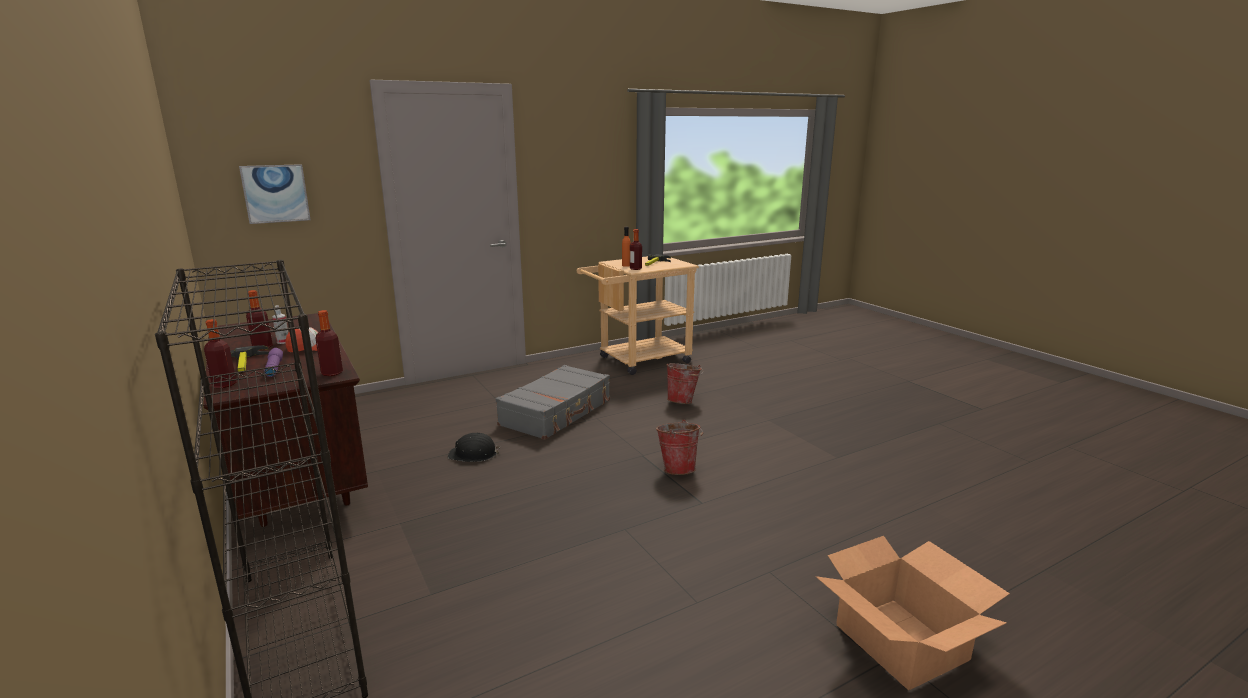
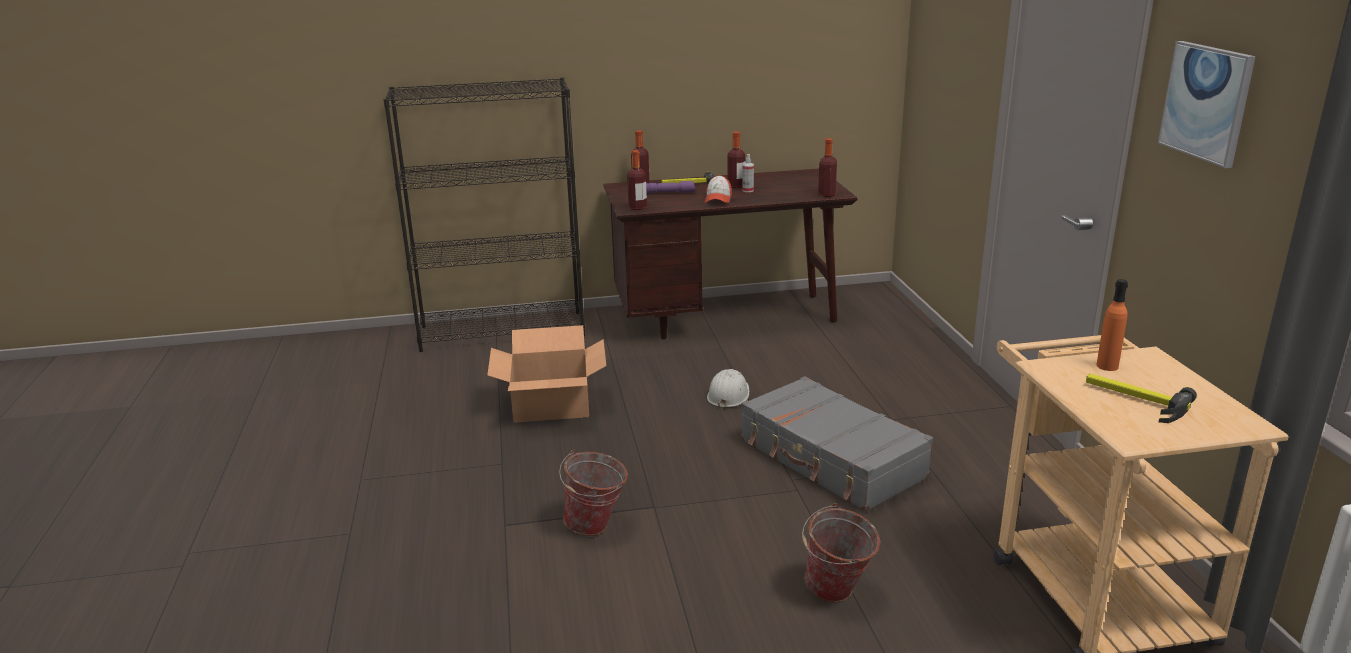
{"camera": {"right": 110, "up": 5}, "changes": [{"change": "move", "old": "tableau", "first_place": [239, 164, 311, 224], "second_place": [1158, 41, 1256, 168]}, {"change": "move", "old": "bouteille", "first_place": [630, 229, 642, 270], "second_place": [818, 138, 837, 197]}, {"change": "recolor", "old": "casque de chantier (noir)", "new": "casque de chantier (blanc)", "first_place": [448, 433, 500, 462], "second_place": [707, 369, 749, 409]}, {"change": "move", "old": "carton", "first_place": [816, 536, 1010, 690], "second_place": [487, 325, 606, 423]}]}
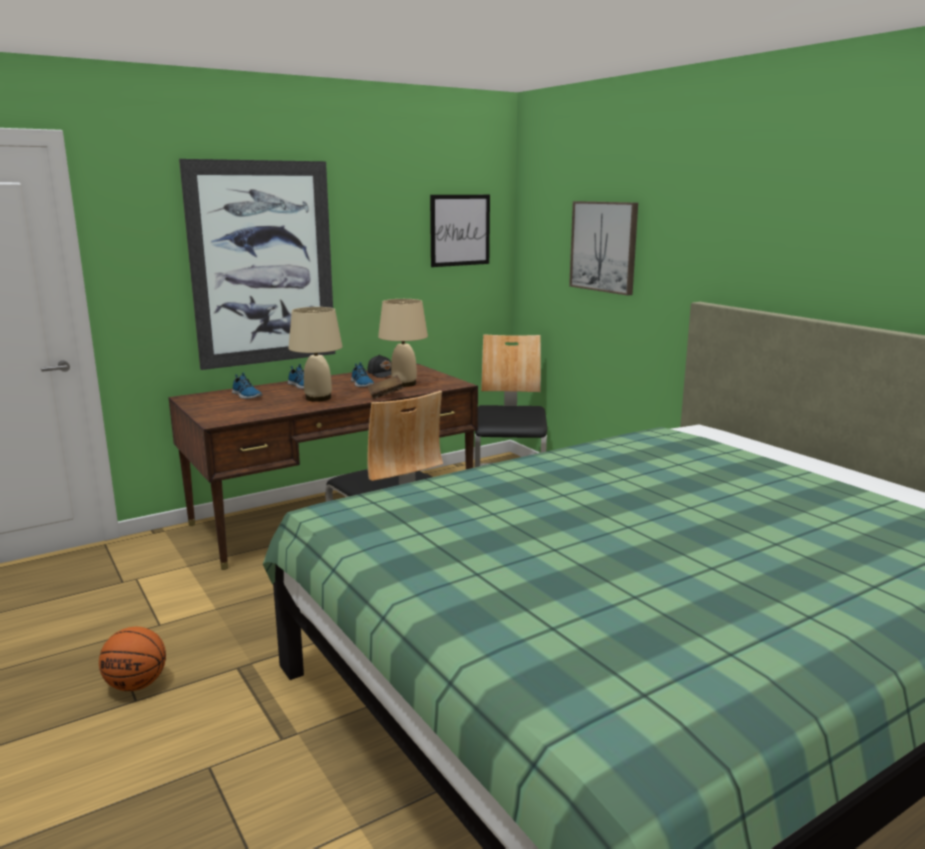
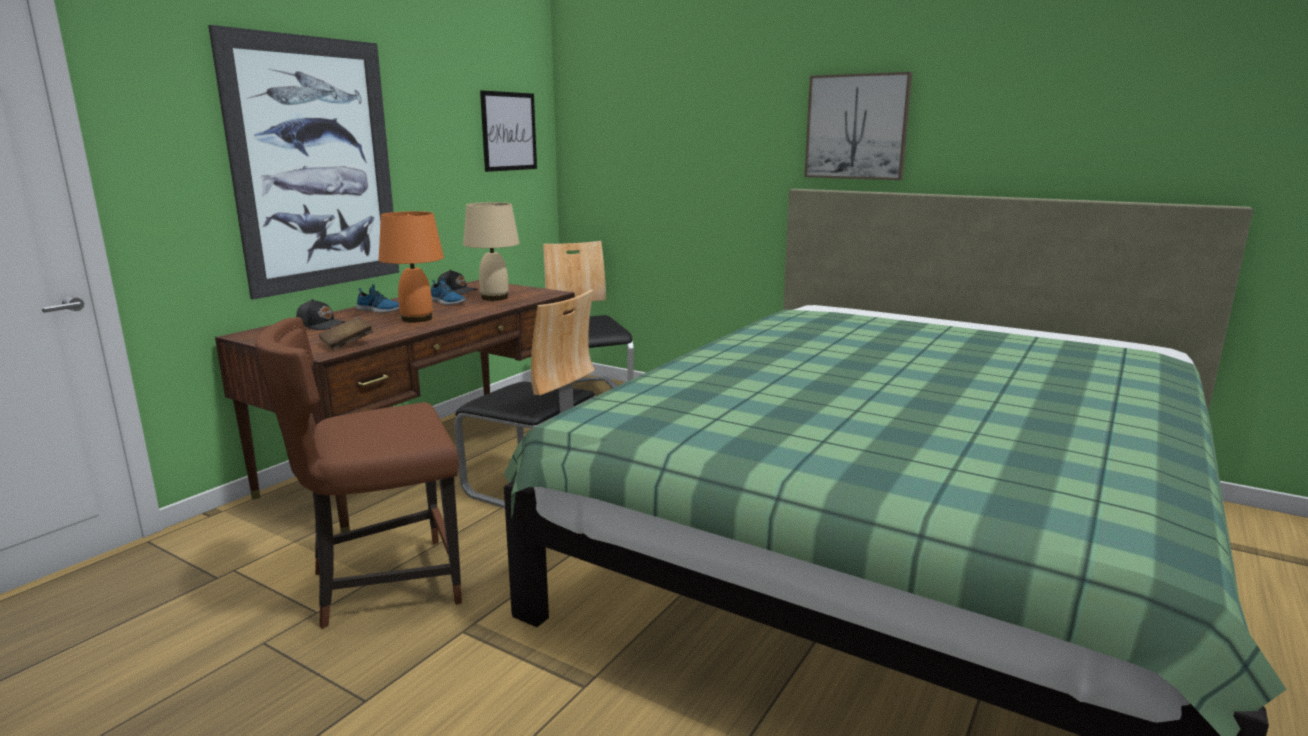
{"camera": {"right": -25, "up": 0}, "changes": [{"change": "move", "old": "tableau", "first_place": [569, 201, 638, 296], "second_place": [804, 72, 912, 180]}, {"change": "recolor", "old": "lampe de table (beige)", "new": "lampe de table (orange)", "first_place": [288, 307, 343, 402], "second_place": [379, 211, 444, 322]}, {"change": "replace", "old": "chaussure", "new": "casquette (noir)", "first_place": [232, 372, 263, 399], "second_place": [296, 299, 346, 330]}, {"change": "move", "old": "livre (marron)", "first_place": [367, 375, 404, 399], "second_place": [319, 316, 373, 351]}, {"change": "delete", "old": "ballon de basket", "first_place": [99, 627, 166, 691]}, {"change": "insert", "new": "chaise (marron)", "second_place": [255, 317, 462, 629]}]}
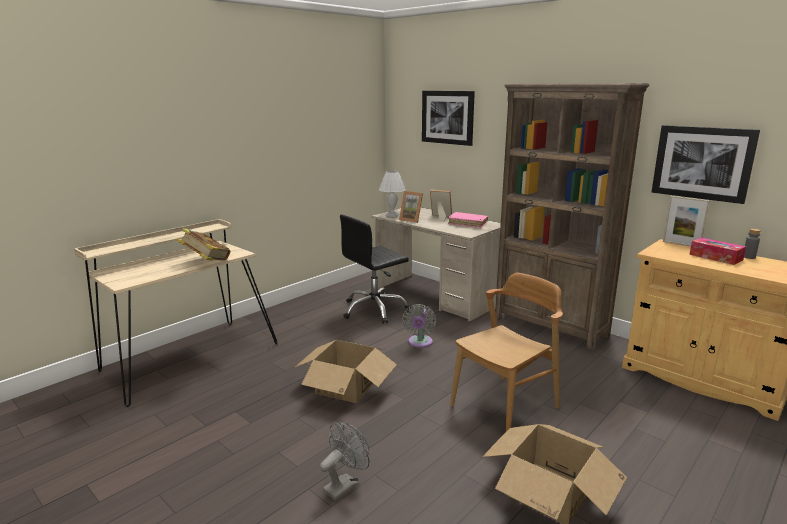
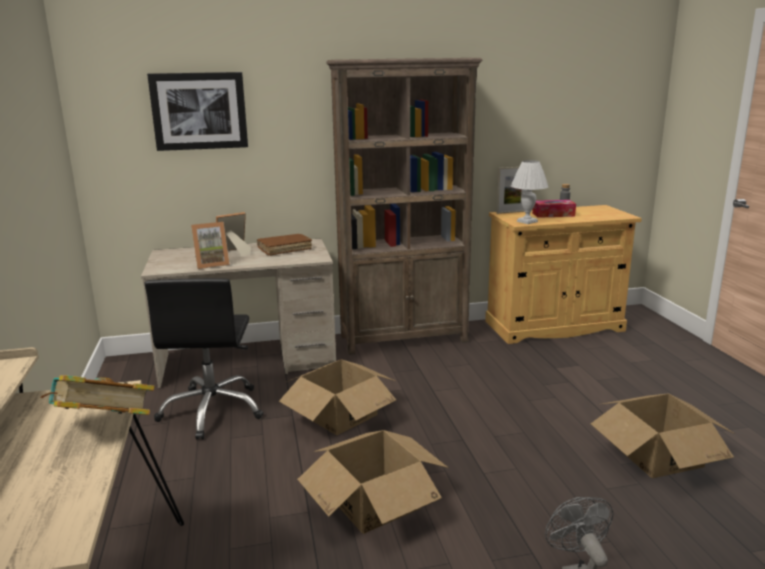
{"camera": {"right": -55, "up": 0}, "changes": [{"change": "delete", "old": "tableau", "first_place": [652, 125, 760, 204]}, {"change": "move", "old": "lampe de table (blanc)", "first_place": [379, 171, 406, 217], "second_place": [511, 160, 549, 224]}, {"change": "recolor", "old": "livre (rose)", "new": "livre (marron)", "first_place": [448, 212, 488, 228], "second_place": [257, 234, 312, 256]}, {"change": "delete", "old": "chaise (marron)", "first_place": [450, 273, 563, 431]}, {"change": "replace", "old": "ventilateur (gris)", "new": "carton", "first_place": [402, 304, 436, 348], "second_place": [279, 360, 396, 435]}]}
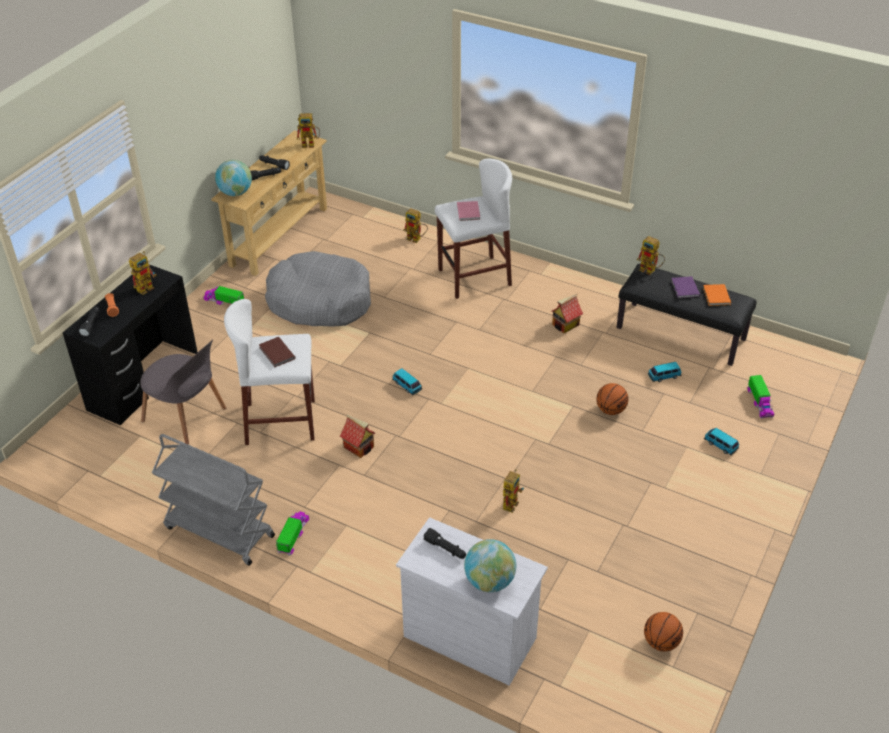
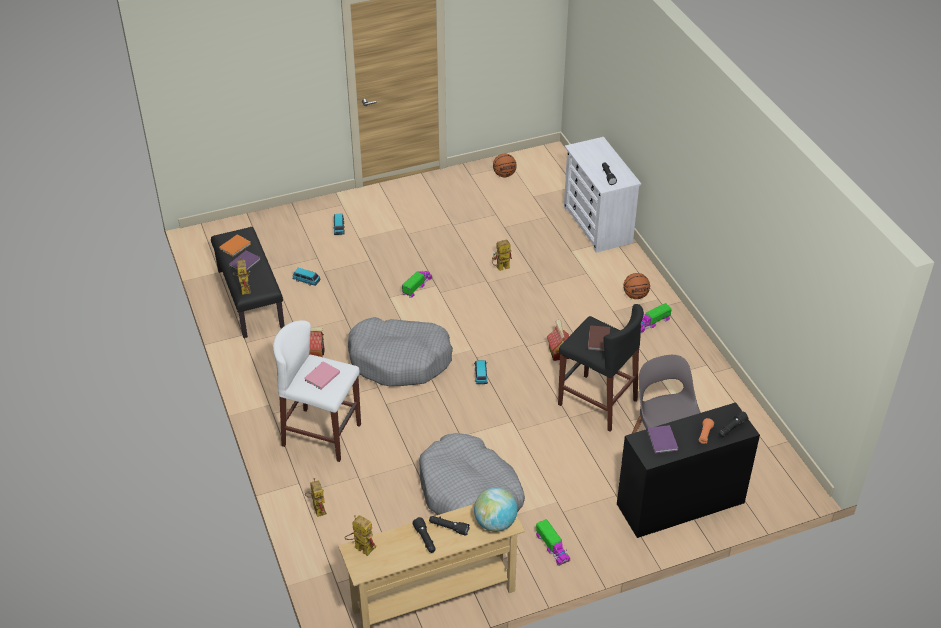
{"camera": {"right": -140, "up": 0}, "changes": [{"change": "replace", "old": "robot jouet", "new": "livre (violet)", "first_place": [129, 251, 157, 295], "second_place": [647, 425, 678, 453]}, {"change": "recolor", "old": "tabouret (blanc)", "new": "tabouret (noir)", "first_place": [224, 299, 315, 445], "second_place": [558, 304, 644, 432]}, {"change": "move", "old": "camion jouet", "first_place": [747, 375, 774, 418], "second_place": [402, 270, 432, 298]}, {"change": "move", "old": "ballon de basket", "first_place": [596, 383, 629, 415], "second_place": [624, 273, 650, 299]}, {"change": "delete", "old": "chariot (gris)", "first_place": [152, 434, 275, 565]}, {"change": "delete", "old": "globe", "first_place": [464, 539, 516, 592]}, {"change": "insert", "new": "panier pour chien (gris)", "second_place": [348, 317, 453, 386]}]}
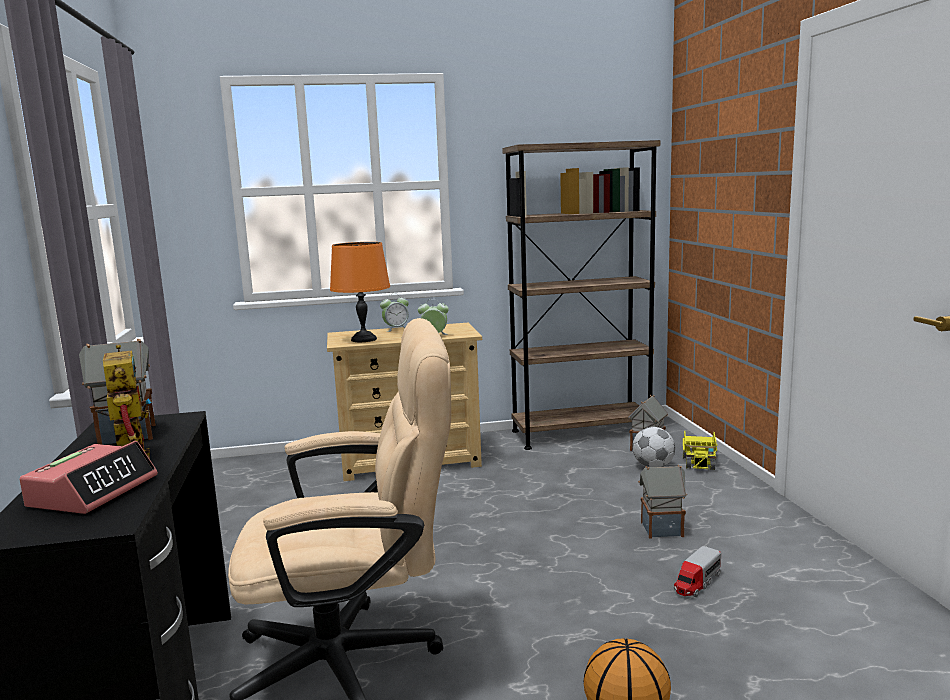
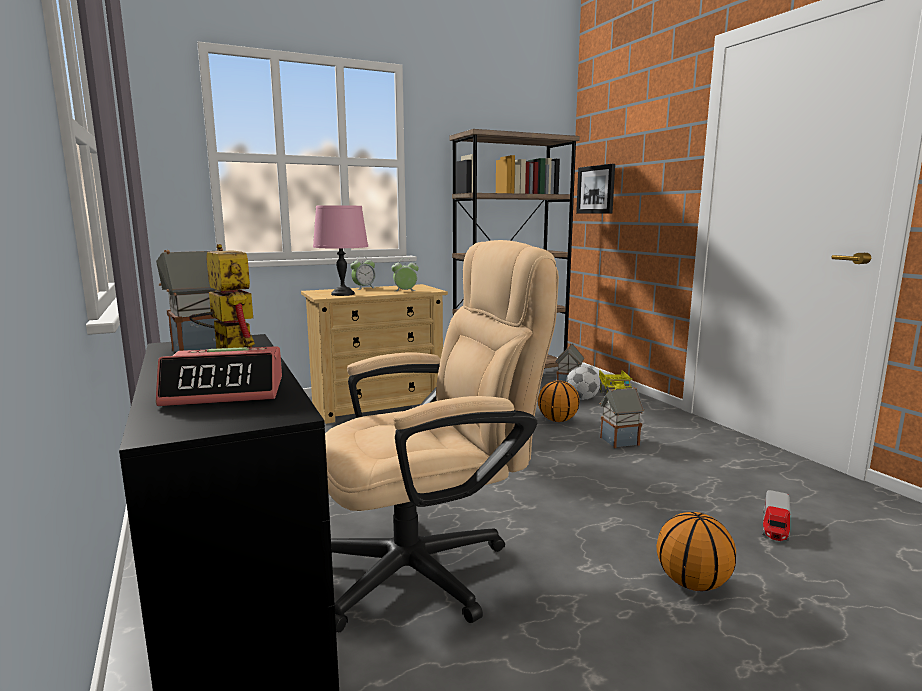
{"camera": {"right": -15, "up": 0}, "changes": [{"change": "recolor", "old": "lampe de table (orange)", "new": "lampe de table (rose)", "first_place": [330, 242, 390, 342], "second_place": [313, 205, 368, 296]}, {"change": "rotate", "old": "réveil", "first_place": [19, 441, 158, 514], "second_place": [156, 346, 282, 406], "degrees": 75}, {"change": "move", "old": "camion jouet", "first_place": [673, 546, 721, 597], "second_place": [763, 490, 790, 541]}, {"change": "insert", "new": "tableau", "second_place": [576, 164, 615, 214]}, {"change": "insert", "new": "ballon de basket", "second_place": [538, 380, 579, 422]}]}
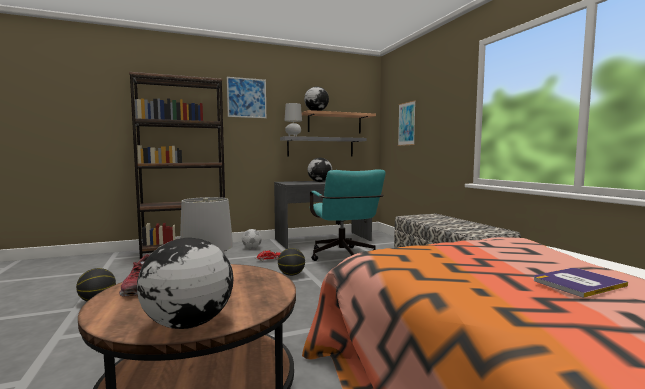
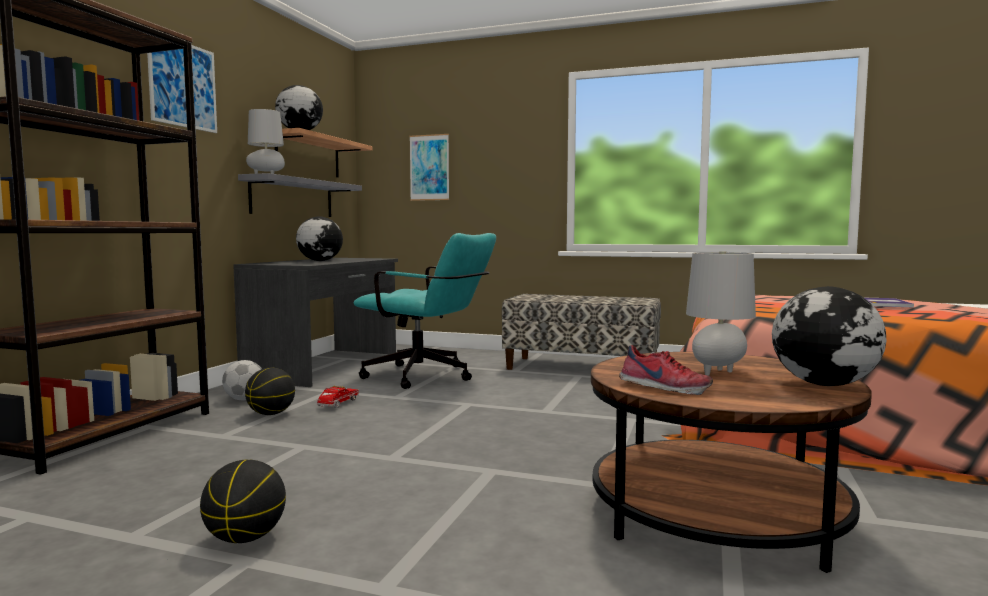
{"camera": {"right": -50, "up": 0}, "changes": [{"change": "move", "old": "ballon de basket", "first_place": [278, 248, 305, 276], "second_place": [245, 368, 295, 415]}]}
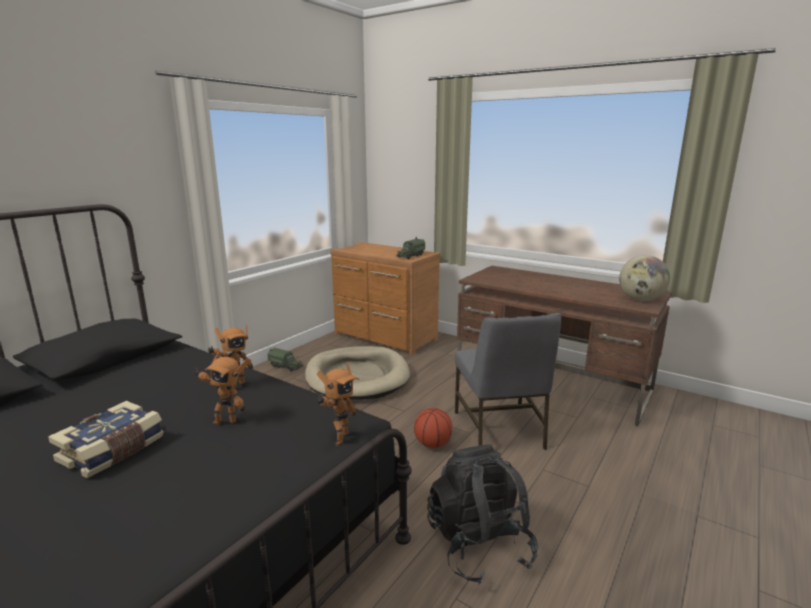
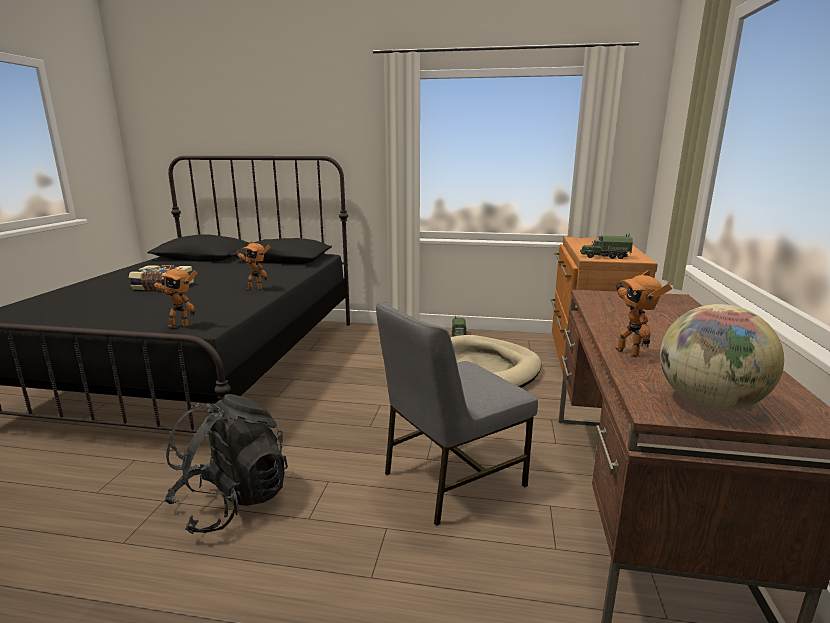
{"camera": {"right": 65, "up": 0}, "changes": [{"change": "move", "old": "robot jouet", "first_place": [193, 351, 249, 425], "second_place": [615, 270, 672, 357]}, {"change": "delete", "old": "ballon de basket", "first_place": [414, 408, 452, 448]}]}
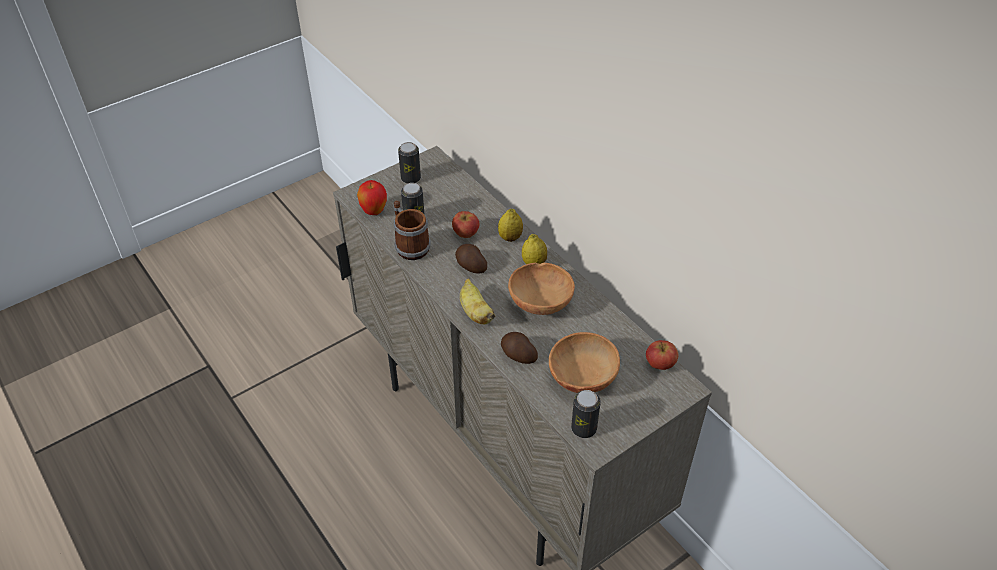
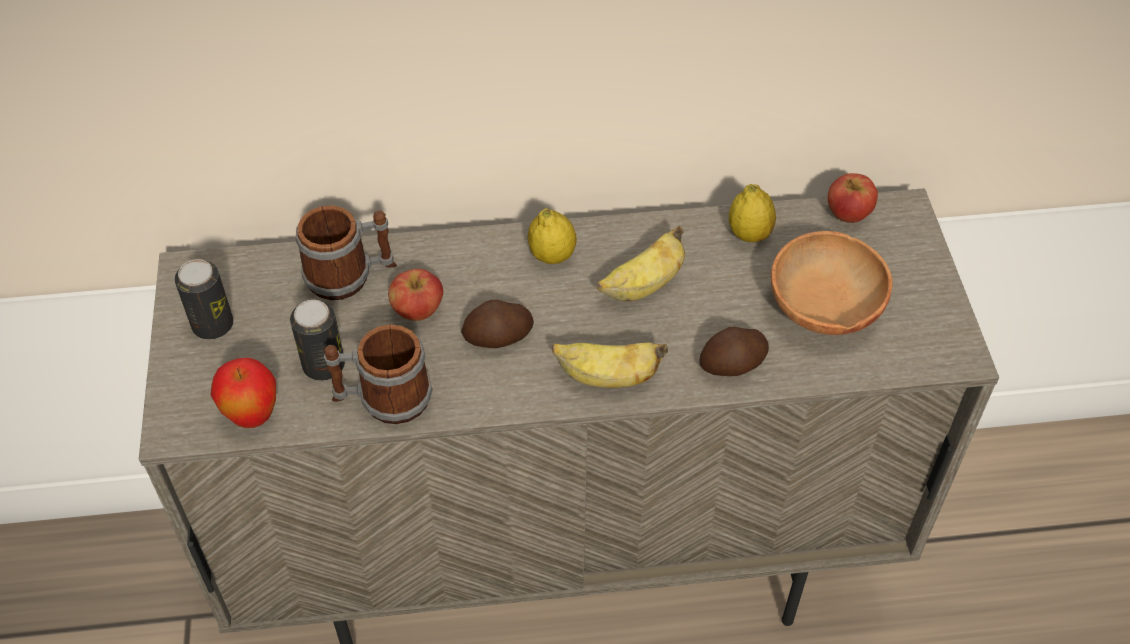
{"camera": {"right": -60, "up": 5}, "changes": [{"change": "move", "old": "citron", "first_place": [498, 209, 523, 242], "second_place": [729, 184, 776, 242]}, {"change": "replace", "old": "bol (marron)", "new": "banane", "first_place": [508, 263, 575, 315], "second_place": [597, 226, 685, 301]}, {"change": "delete", "old": "boîte métallique", "first_place": [571, 390, 601, 438]}, {"change": "insert", "new": "mug", "second_place": [296, 205, 397, 300]}]}
